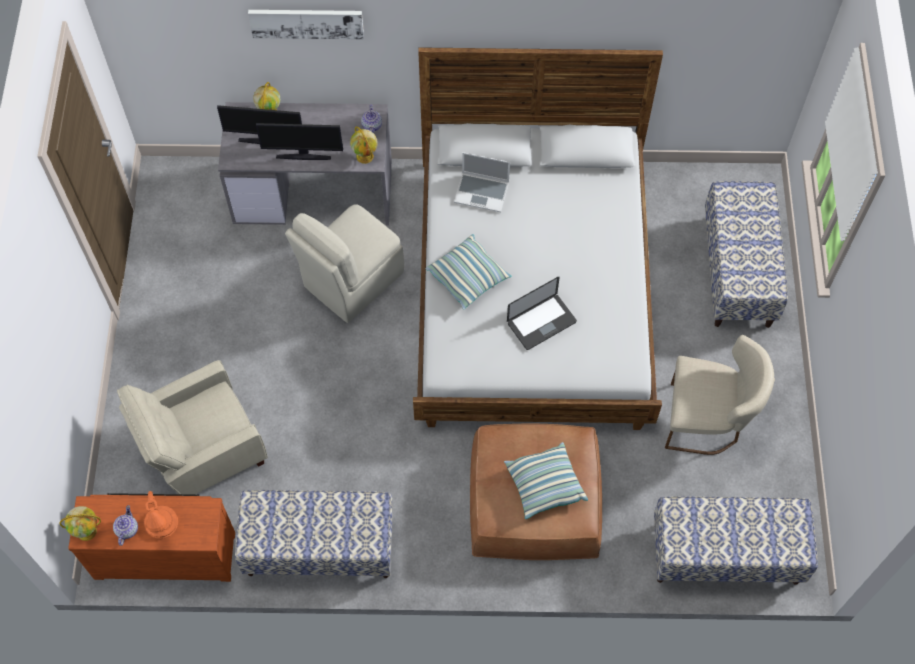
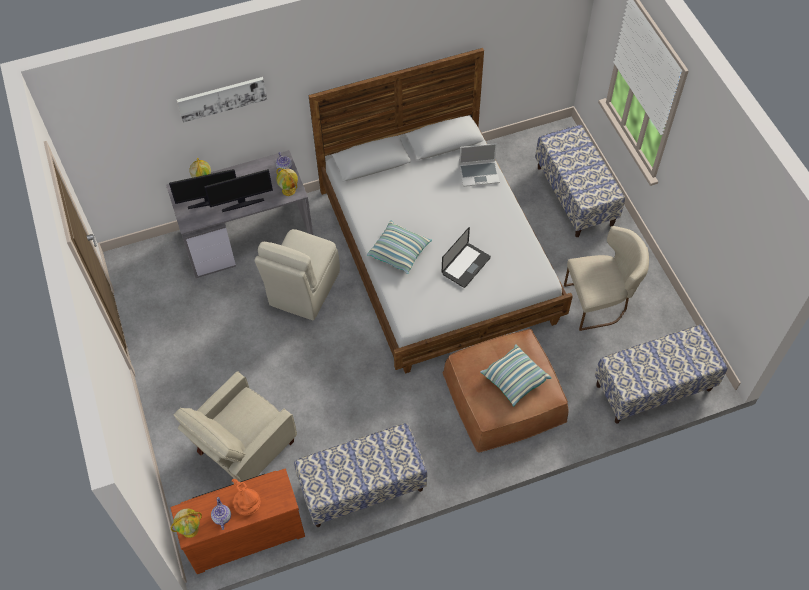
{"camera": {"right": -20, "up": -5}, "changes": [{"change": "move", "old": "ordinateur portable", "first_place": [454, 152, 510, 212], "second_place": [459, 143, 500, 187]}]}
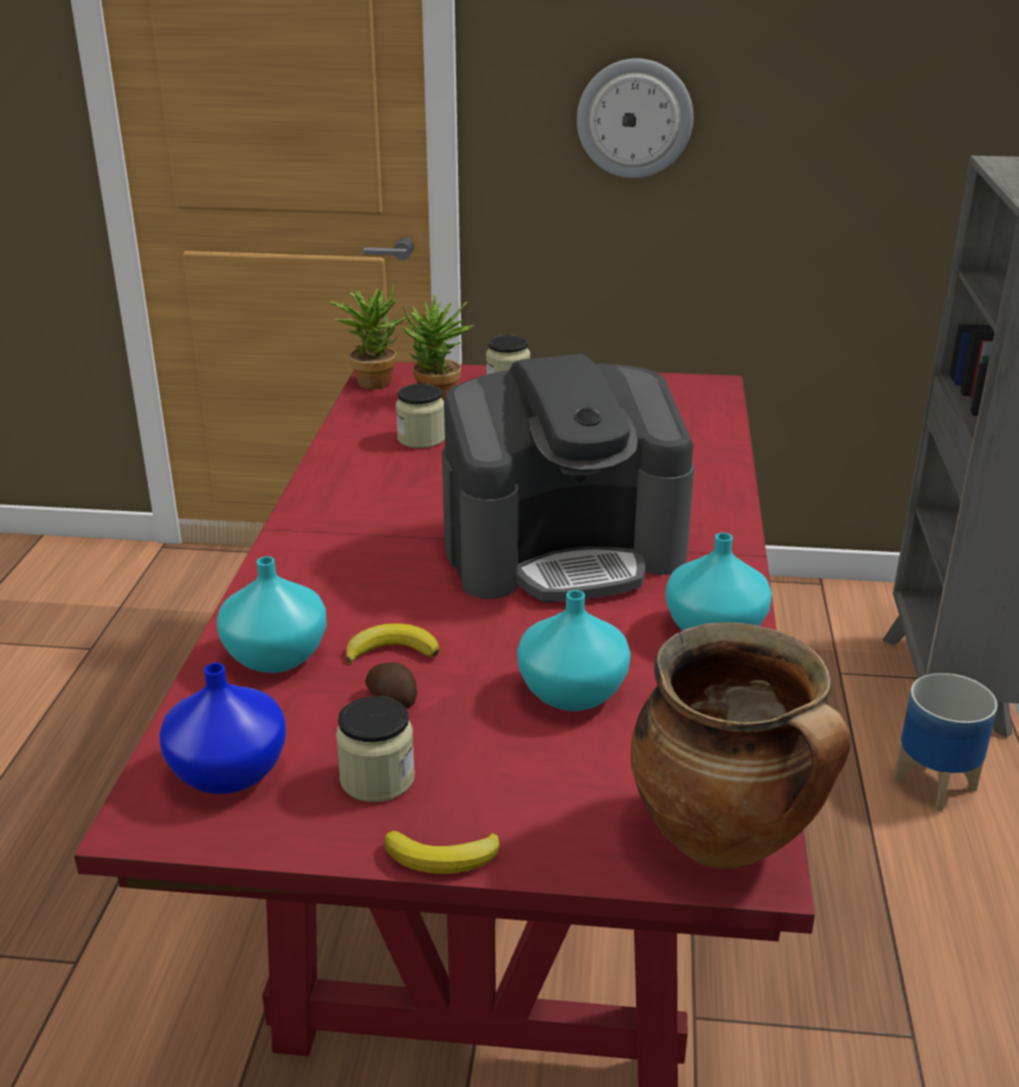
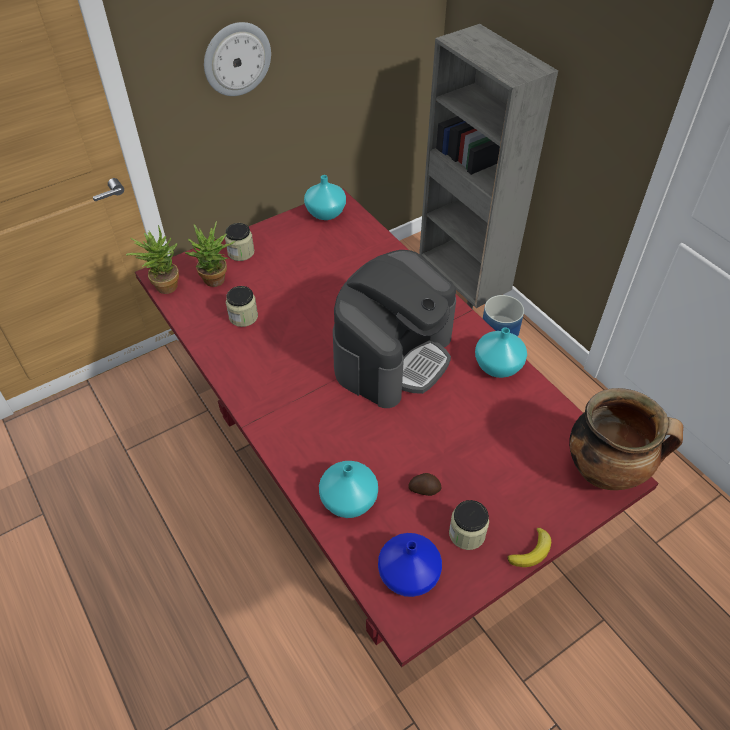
{"camera": {"right": -40, "up": 20}, "changes": [{"change": "move", "old": "vase (turquoise)", "first_place": [517, 590, 631, 711], "second_place": [304, 175, 346, 220]}, {"change": "delete", "old": "banane", "first_place": [346, 623, 440, 664]}]}
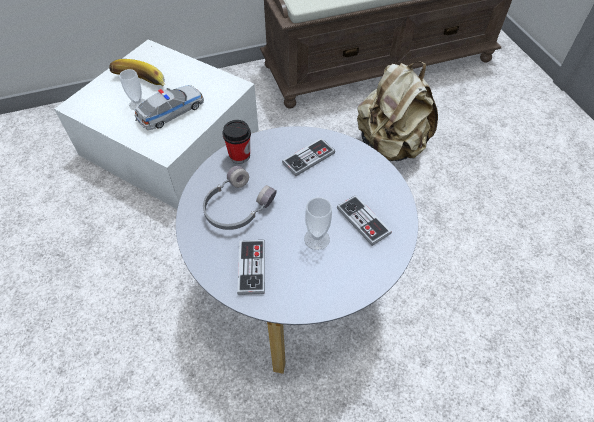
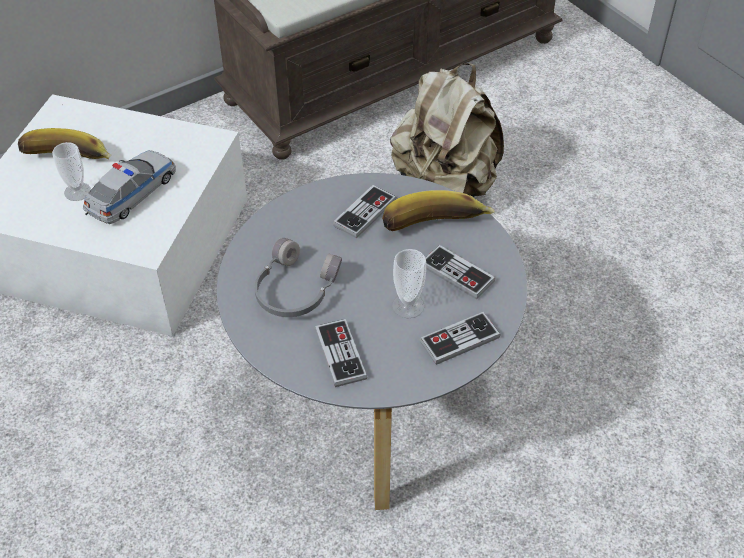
{"camera": {"right": -15, "up": -5}, "changes": [{"change": "delete", "old": "tasse", "first_place": [222, 120, 251, 164]}, {"change": "insert", "new": "banane", "second_place": [382, 190, 495, 231]}, {"change": "insert", "new": "manette", "second_place": [420, 312, 500, 365]}]}
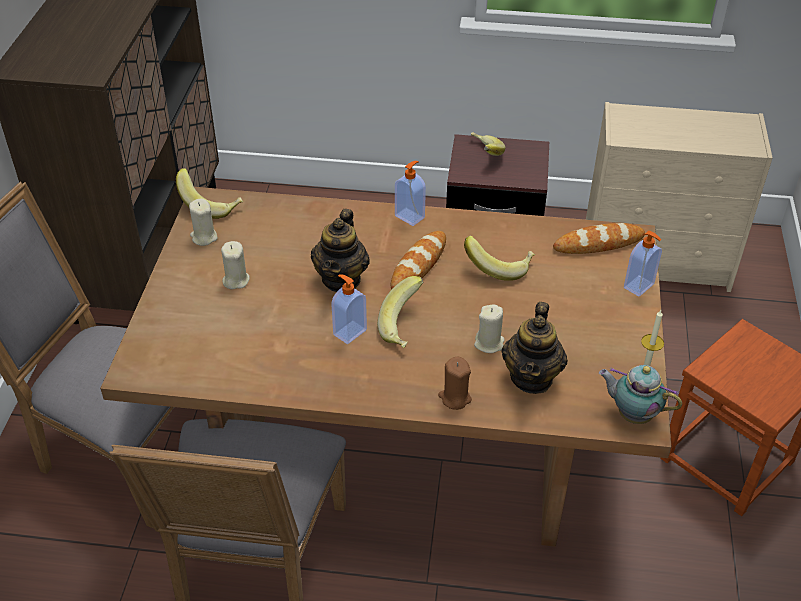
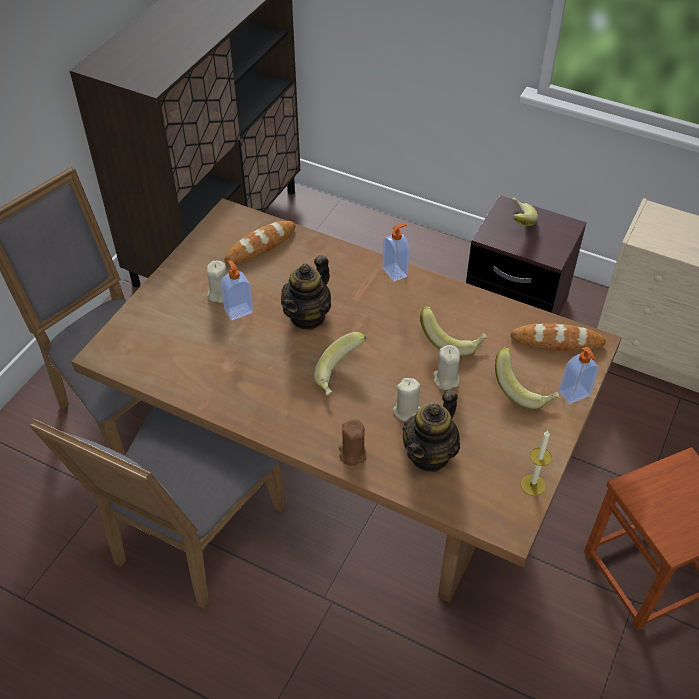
{"camera": {"right": 20, "up": 5}, "changes": [{"change": "move", "old": "banane", "first_place": [176, 168, 243, 219], "second_place": [495, 347, 560, 410]}, {"change": "move", "old": "bougie (beige)", "first_place": [189, 199, 218, 246], "second_place": [433, 345, 460, 390]}, {"change": "move", "old": "pain", "first_place": [391, 231, 446, 290], "second_place": [224, 221, 296, 264]}, {"change": "move", "old": "distributeur de savon", "first_place": [331, 274, 367, 344], "second_place": [221, 261, 253, 320]}, {"change": "delete", "old": "théière", "first_place": [599, 365, 682, 424]}]}
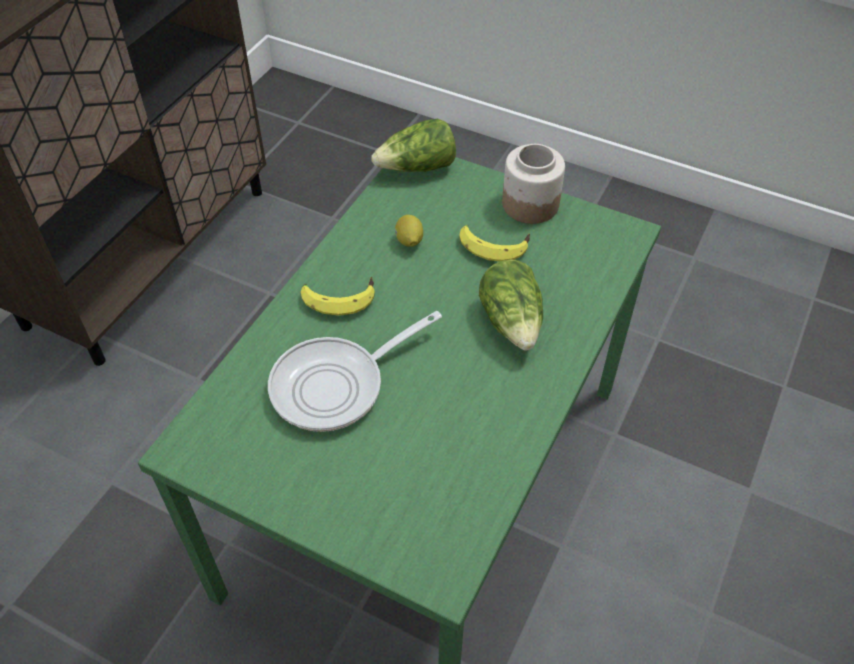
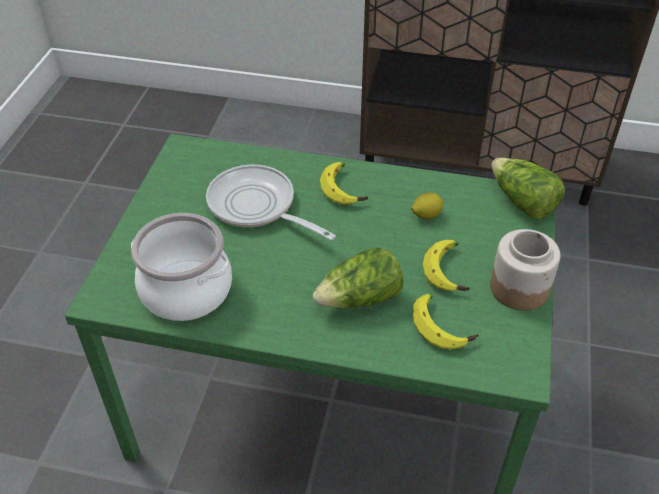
{"camera": {"right": 75, "up": -5}, "changes": [{"change": "insert", "new": "marmite", "second_place": [131, 213, 232, 321]}, {"change": "insert", "new": "banane", "second_place": [412, 294, 479, 349]}]}
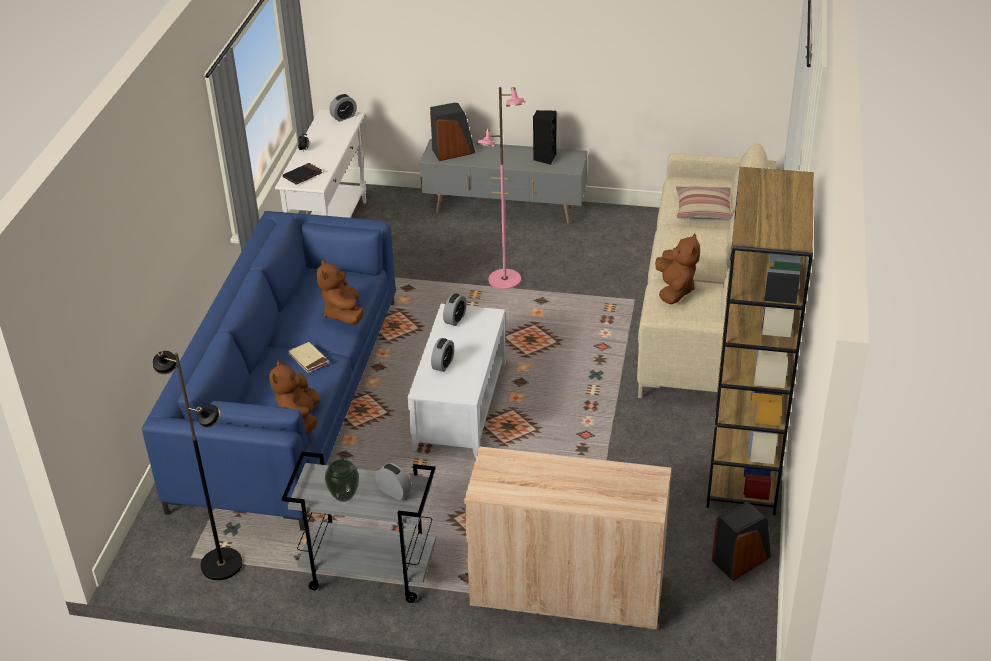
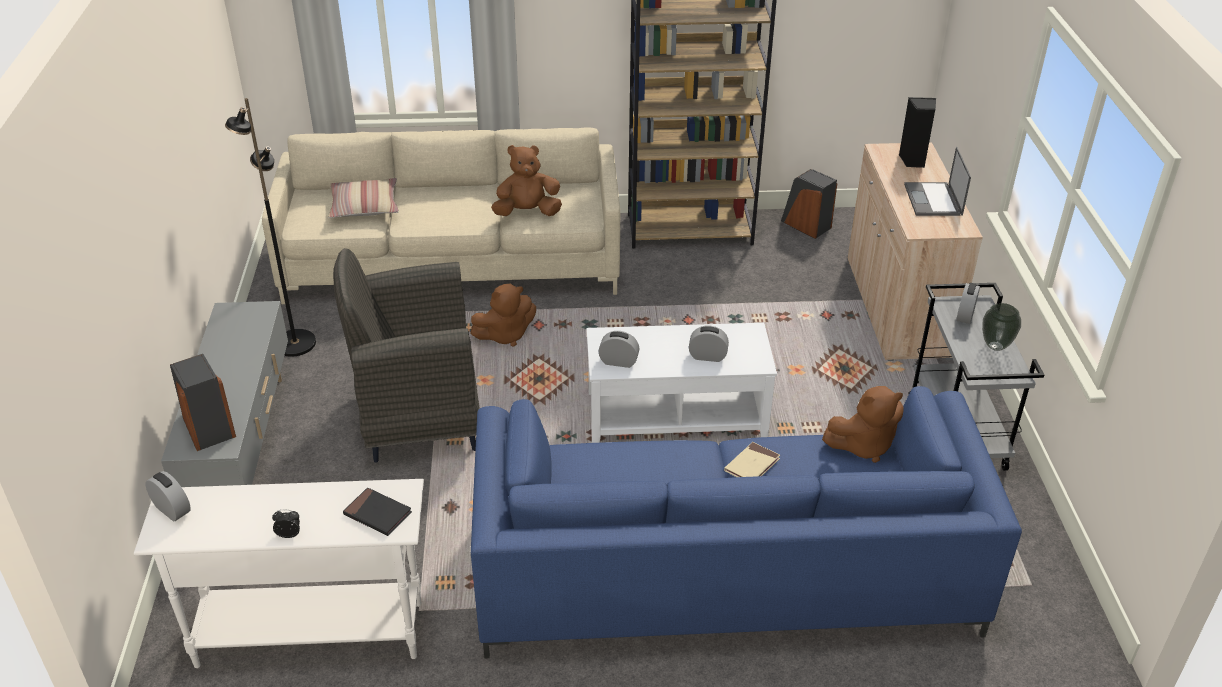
{"camera": {"right": -105, "up": 0}, "changes": [{"change": "replace", "old": "lampadaire (rose)", "new": "fauteuil (gris)", "first_place": [477, 87, 525, 289], "second_place": [333, 248, 480, 463]}, {"change": "move", "old": "enceinte (noir)", "first_place": [533, 110, 556, 165], "second_place": [899, 97, 936, 168]}, {"change": "move", "old": "peluche (marron)", "first_place": [317, 259, 364, 325], "second_place": [470, 283, 536, 346]}, {"change": "move", "old": "lampadaire (noir)", "first_place": [153, 351, 242, 580], "second_place": [225, 98, 316, 357]}, {"change": "insert", "new": "ordinateur portable", "second_place": [904, 147, 971, 216]}]}
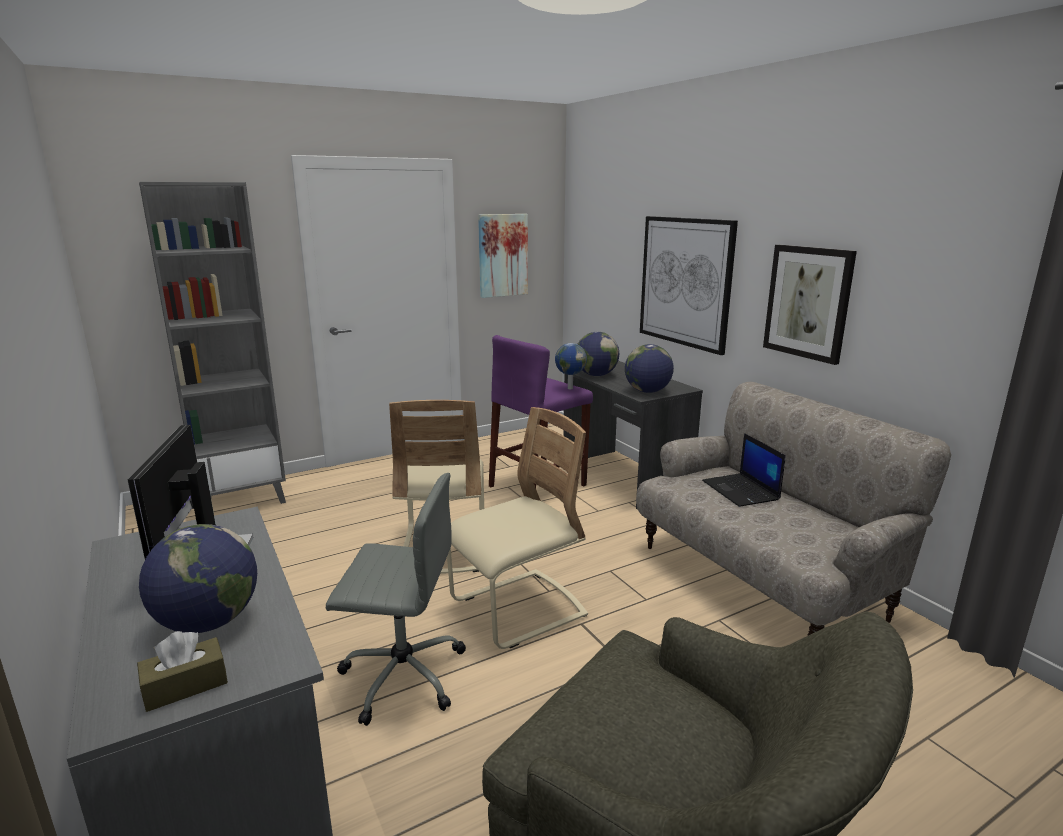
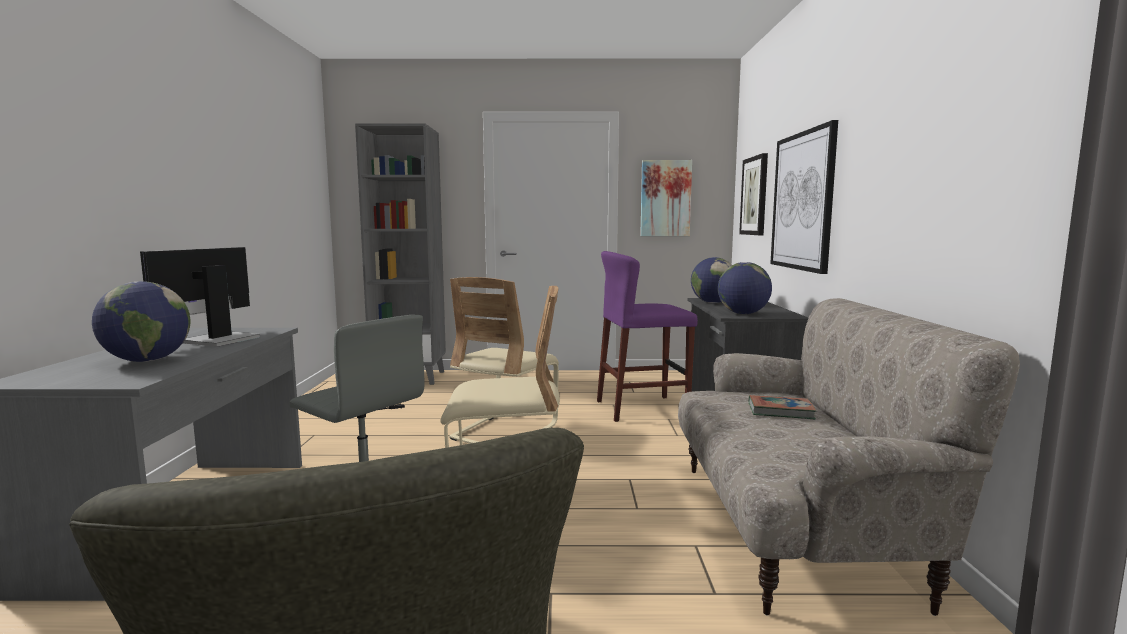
{"camera": {"right": 30, "up": -10}, "changes": [{"change": "move", "old": "tableau", "first_place": [763, 245, 857, 365], "second_place": [739, 153, 768, 235]}, {"change": "delete", "old": "globe", "first_place": [555, 343, 587, 389]}, {"change": "replace", "old": "ordinateur portable", "new": "livre", "first_place": [702, 433, 786, 507], "second_place": [749, 395, 816, 419]}, {"change": "delete", "old": "boîte à mouchoirs (marron)", "first_place": [137, 631, 228, 712]}]}
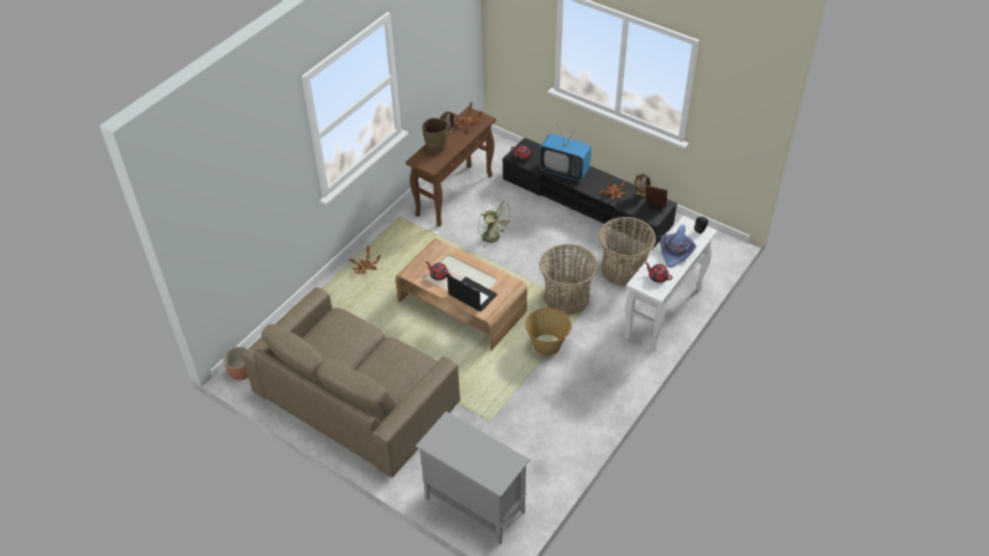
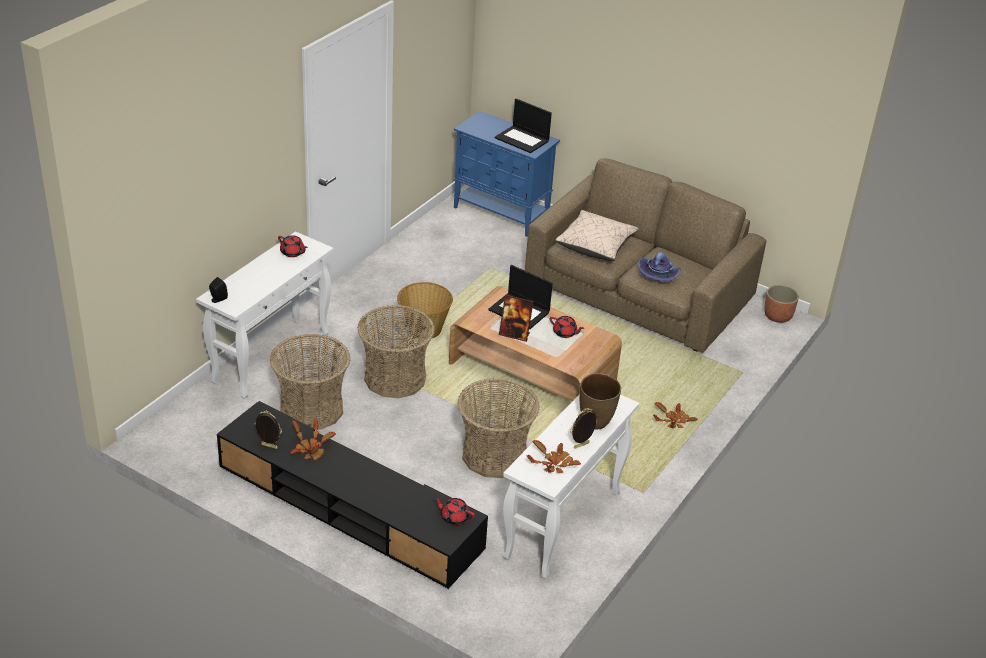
{"camera": {"right": 175, "up": -10}, "changes": [{"change": "recolor", "old": "table console (marron)", "new": "table console (blanc)", "first_place": [406, 107, 496, 227], "second_place": [503, 394, 639, 579]}, {"change": "delete", "old": "téléviseur", "first_place": [539, 125, 591, 181]}, {"change": "move", "old": "cadre photo", "first_place": [645, 185, 667, 213], "second_place": [499, 295, 534, 342]}, {"change": "replace", "old": "ventilateur (vert)", "new": "panier", "first_place": [478, 200, 514, 248], "second_place": [457, 378, 540, 478]}, {"change": "move", "old": "chapeau (violet)", "first_place": [660, 224, 696, 267], "second_place": [638, 252, 681, 281]}, {"change": "recolor", "old": "meuble de rangement (gris)", "new": "meuble de rangement (bleu)", "first_place": [416, 412, 530, 545], "second_place": [454, 111, 560, 237]}, {"change": "insert", "new": "ordinateur portable", "second_place": [495, 99, 552, 153]}, {"change": "insert", "new": "coussin (beige)", "second_place": [555, 210, 638, 261]}]}
